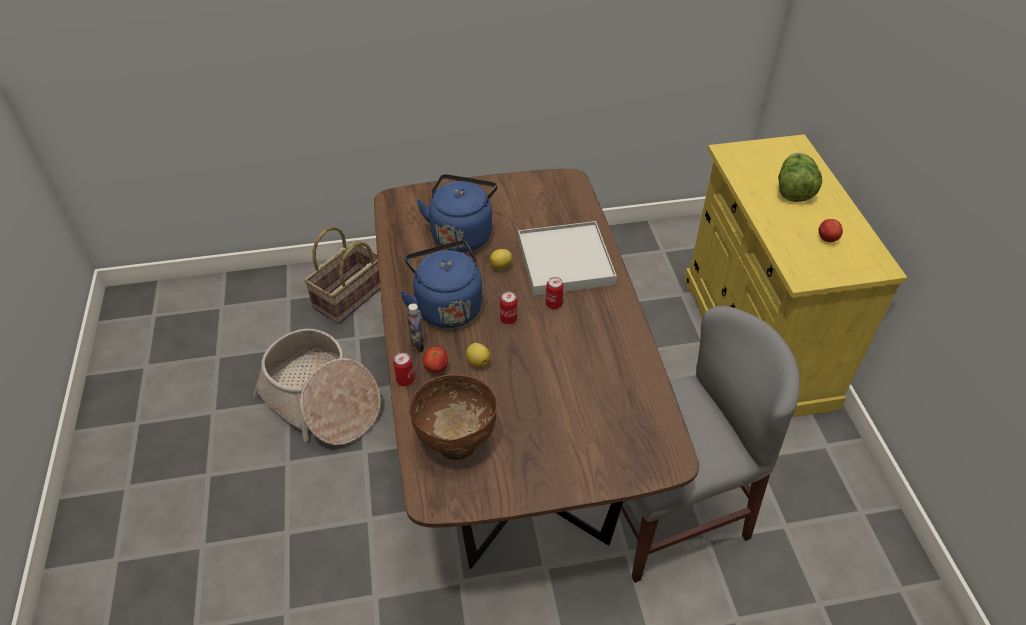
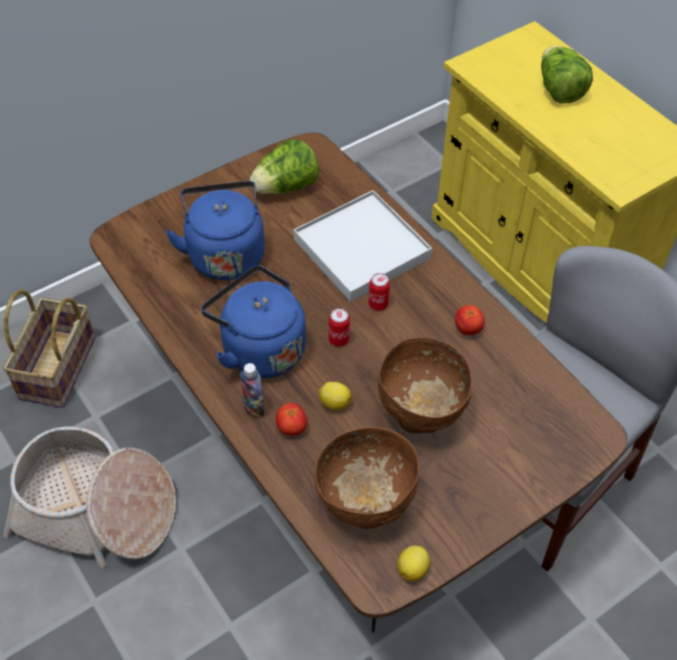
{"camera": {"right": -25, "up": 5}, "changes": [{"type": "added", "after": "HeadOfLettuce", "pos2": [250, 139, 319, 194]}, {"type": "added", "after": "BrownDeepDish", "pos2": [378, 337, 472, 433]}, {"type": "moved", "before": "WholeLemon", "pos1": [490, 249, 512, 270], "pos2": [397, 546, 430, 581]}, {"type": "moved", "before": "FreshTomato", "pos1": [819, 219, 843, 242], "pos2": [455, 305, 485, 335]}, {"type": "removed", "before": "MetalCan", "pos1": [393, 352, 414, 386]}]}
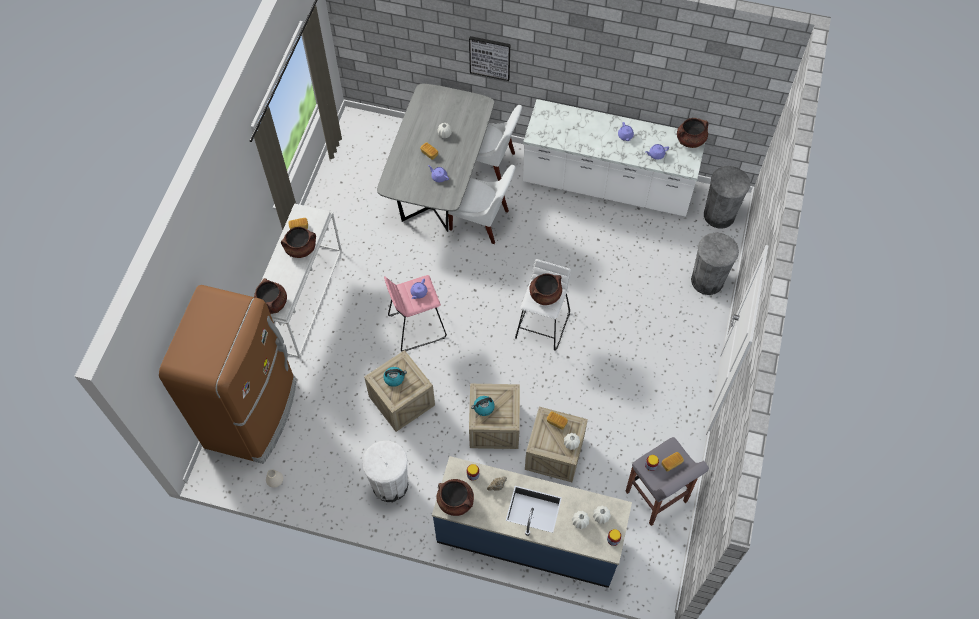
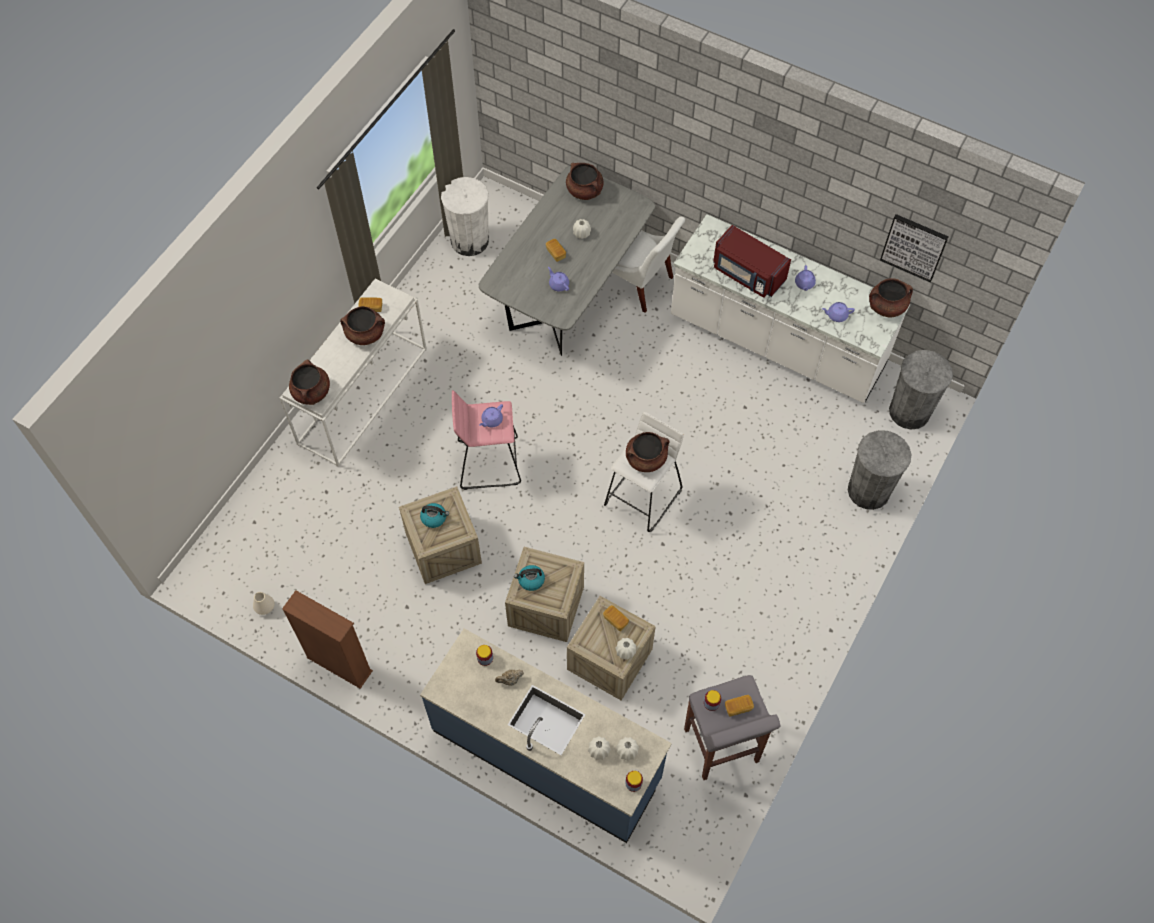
{"camera": {"right": 15, "up": 0}, "changes": [{"type": "added", "after": "BrownBookcase", "pos2": [282, 590, 373, 689]}, {"type": "moved", "before": "WhiteColouredTrashCan", "pos1": [362, 441, 408, 502], "pos2": [441, 177, 489, 256]}, {"type": "moved", "before": "BrownSaucepot", "pos1": [436, 479, 474, 516], "pos2": [566, 163, 604, 200]}, {"type": "added", "after": "RedColouredMicrowave", "pos2": [713, 225, 791, 298]}, {"type": "moved", "before": "WallPicture", "pos1": [469, 36, 510, 81], "pos2": [880, 214, 949, 282]}, {"type": "removed", "before": "BrownFridge", "pos1": [159, 285, 296, 464]}, {"type": "removed", "before": "WhiteColouredChair", "pos1": [448, 165, 516, 244]}]}
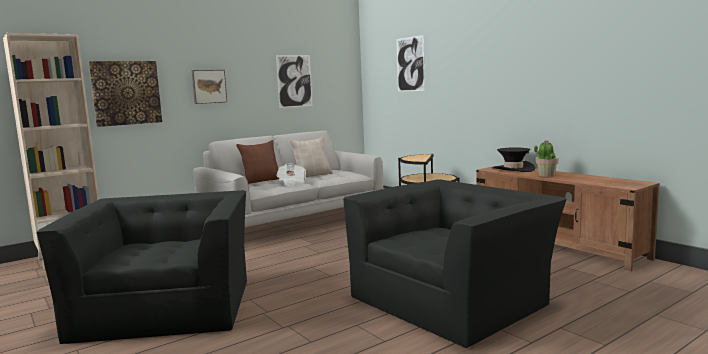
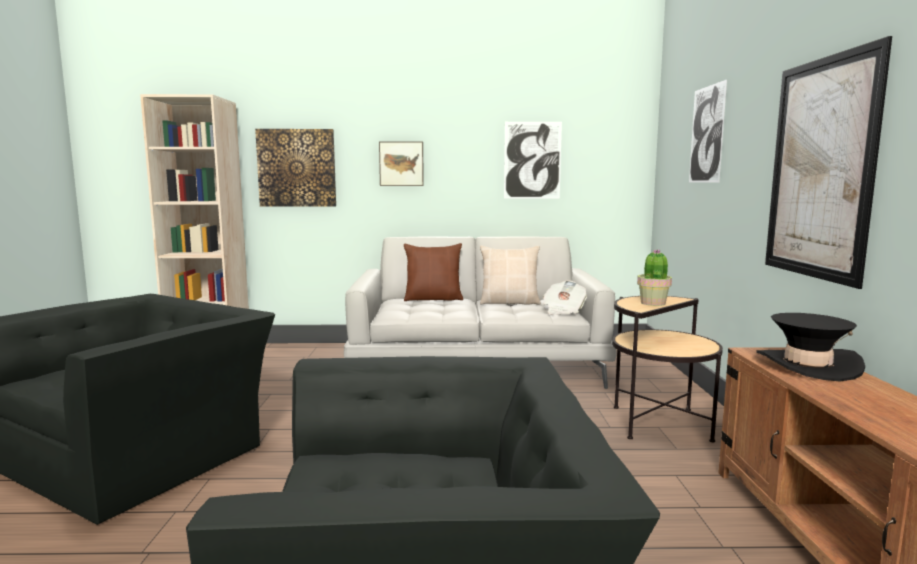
{"camera": {"right": 35, "up": 0}, "changes": [{"type": "moved", "before": "DailyPaper", "pos1": [276, 163, 306, 186], "pos2": [543, 281, 587, 315]}, {"type": "moved", "before": "PlantInAPot", "pos1": [534, 140, 558, 177], "pos2": [637, 249, 672, 306]}, {"type": "added", "after": "WallPicture", "pos2": [765, 36, 892, 289]}]}
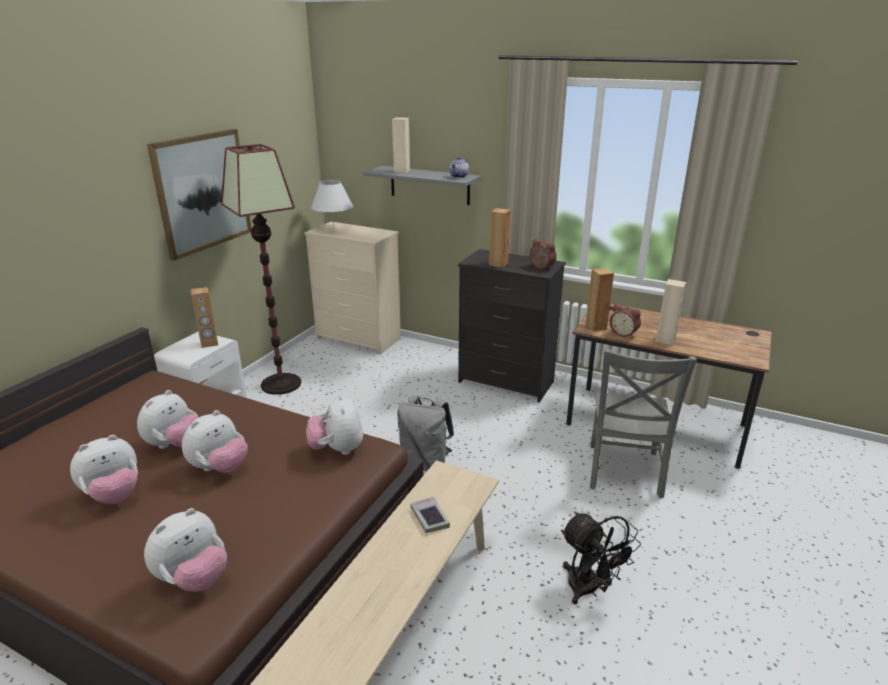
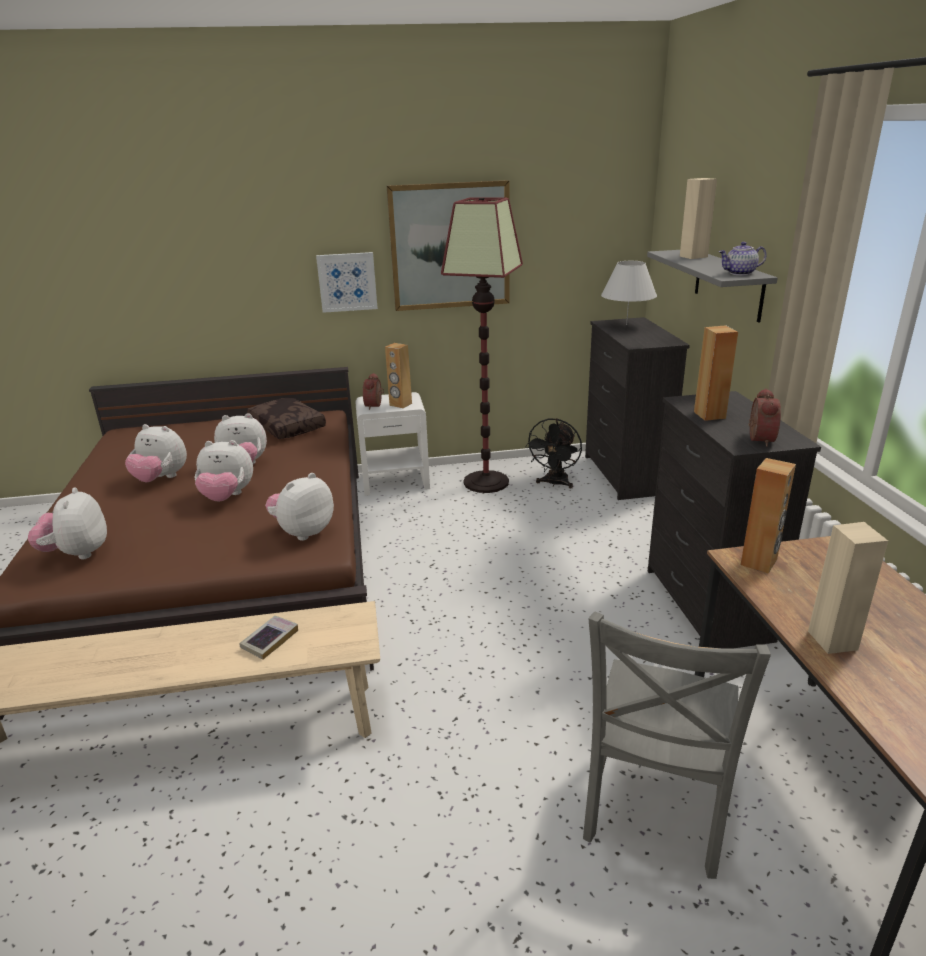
{"camera": {"right": 55, "up": 0}, "changes": [{"type": "turned", "before": "CuddlyToy", "pos1": [144, 508, 227, 592], "pos2": [28, 488, 107, 559], "turn": 75}, {"type": "added", "after": "BrownCushion", "pos2": [247, 397, 326, 439]}, {"type": "added", "after": "WallPicture", "pos2": [316, 252, 378, 313]}, {"type": "moved", "before": "TableClock", "pos1": [610, 304, 641, 338], "pos2": [363, 373, 384, 410]}, {"type": "moved", "before": "BlackishElectricFan", "pos1": [561, 512, 641, 605], "pos2": [525, 418, 582, 488]}, {"type": "turned", "before": "GreyChair", "pos1": [590, 349, 697, 498], "pos2": [583, 612, 771, 879], "turn": -45}, {"type": "recoloured", "before": "BeigeColouredChestOfDrawers", "after": "BlackishChestOfDrawers", "pos1": [304, 222, 401, 355], "pos2": [585, 317, 690, 500]}, {"type": "removed", "before": "GreyBackpack", "pos1": [397, 396, 454, 471]}]}
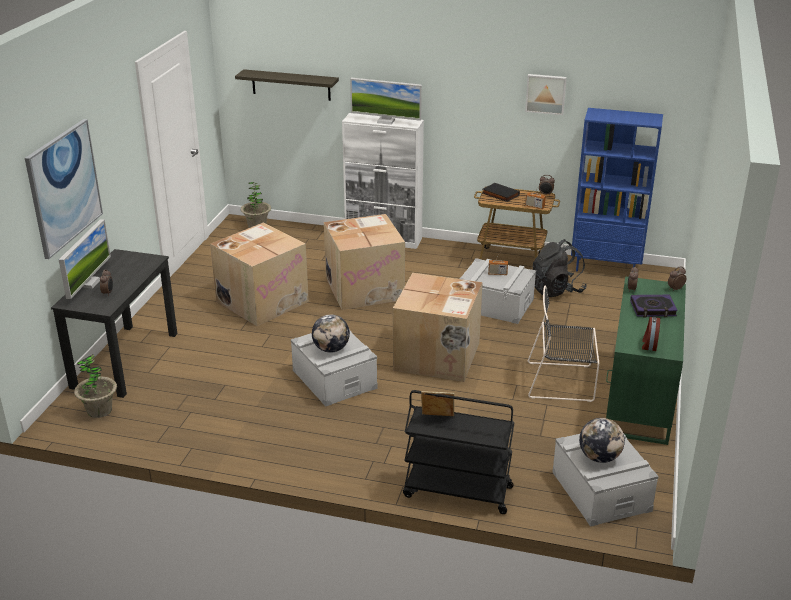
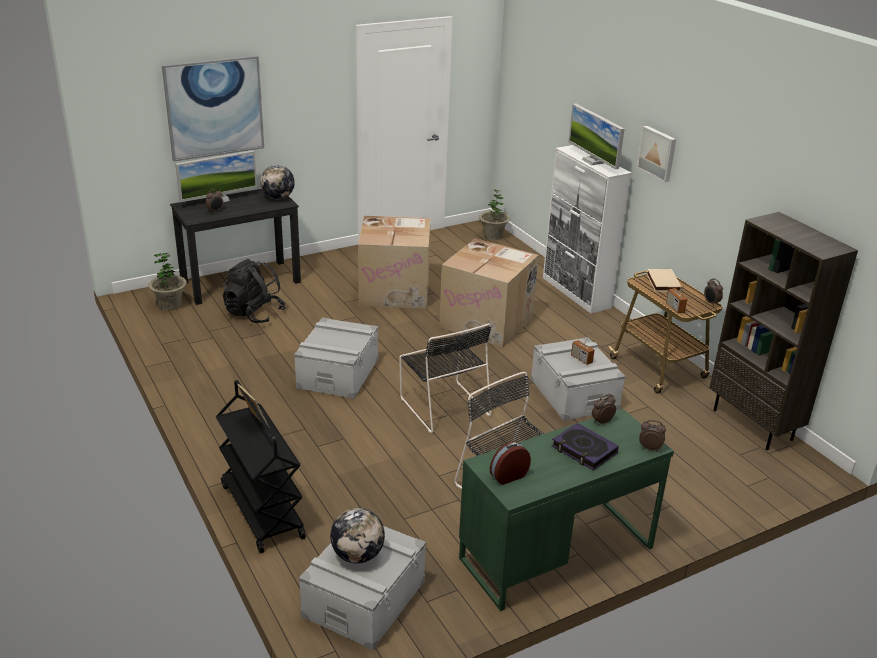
{"camera": {"right": 45, "up": 0}, "changes": [{"type": "moved", "before": "BlackishBackpack", "pos1": [533, 239, 586, 297], "pos2": [223, 259, 286, 323]}, {"type": "moved", "before": "DeskGlobe", "pos1": [312, 314, 350, 353], "pos2": [260, 165, 295, 199]}, {"type": "replaced", "before": "PackingBox", "after": "BlackishChair", "pos1": [393, 273, 483, 382], "pos2": [399, 323, 491, 433]}, {"type": "moved", "before": "WallPicture", "pos1": [525, 74, 567, 115], "pos2": [637, 126, 676, 182]}, {"type": "recoloured", "before": "BlackishVolume", "after": "BeigeColouredVolume", "pos1": [483, 183, 520, 202], "pos2": [647, 269, 681, 292]}, {"type": "recoloured", "before": "BlueBookcase", "after": "BrownBookcase", "pos1": [571, 108, 663, 271], "pos2": [709, 212, 858, 450]}, {"type": "removed", "before": "BracketShelf", "pos1": [235, 69, 339, 101]}]}
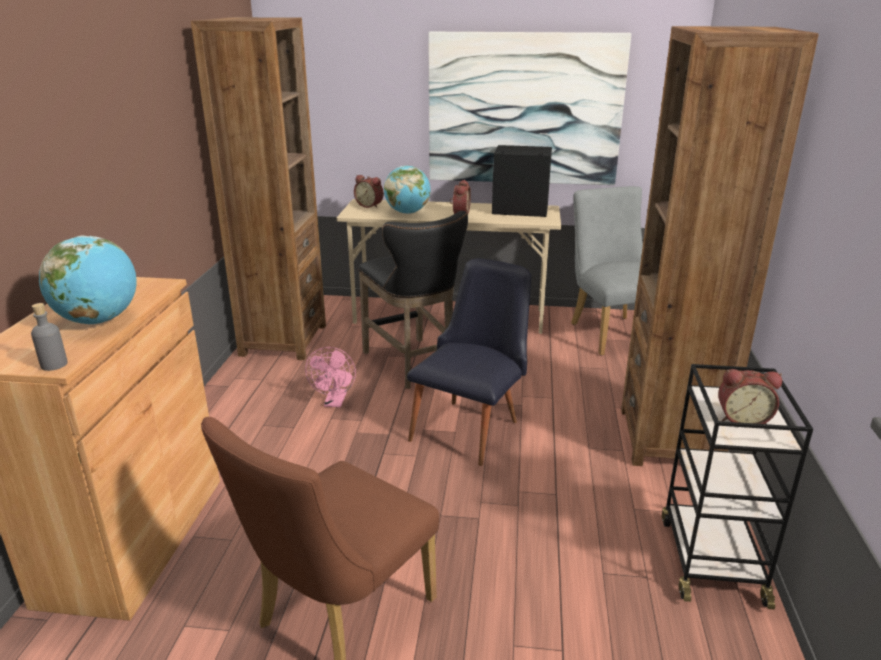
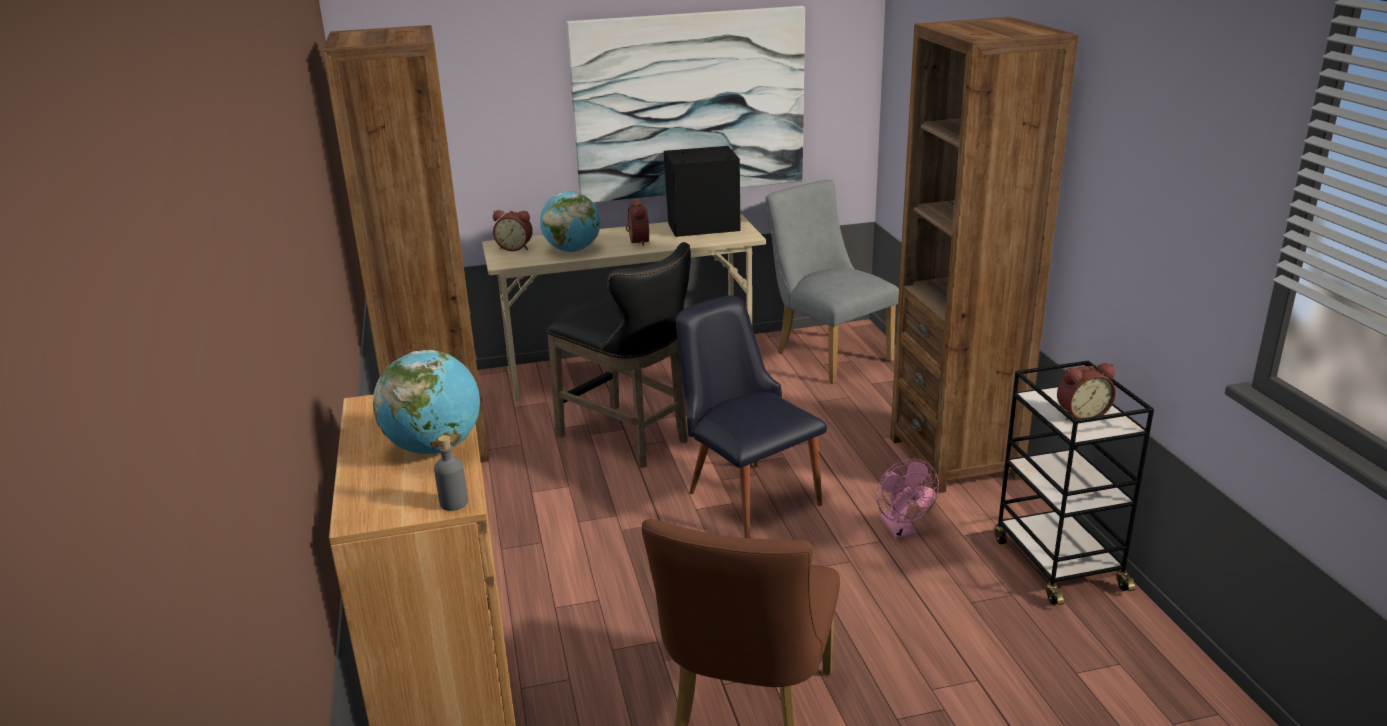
{"camera": {"right": -20, "up": 0}, "changes": [{"type": "turned", "before": "BlackishChair", "pos1": [407, 258, 531, 466], "pos2": [676, 295, 827, 538], "turn": -45}, {"type": "moved", "before": "PinkishElectricFan", "pos1": [305, 347, 356, 407], "pos2": [877, 459, 939, 539]}]}
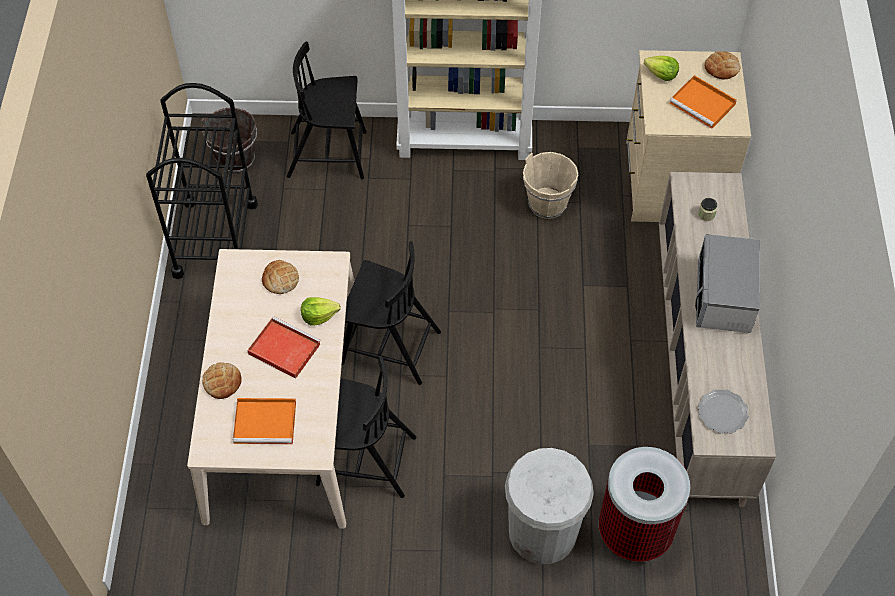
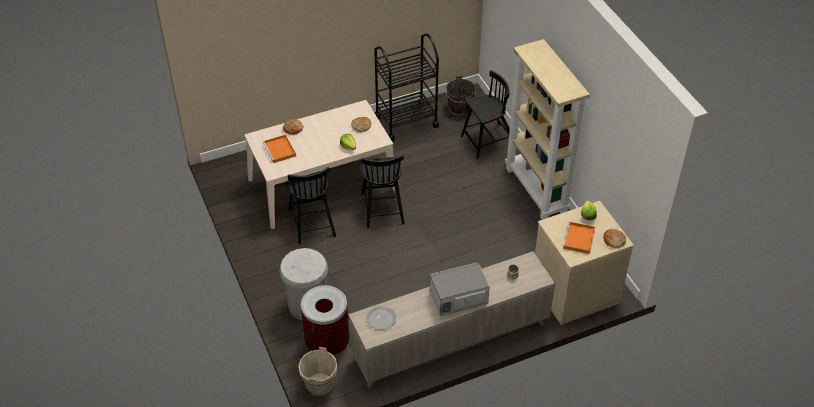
{"camera": {"right": 65, "up": -10}, "changes": [{"type": "moved", "before": "BeigeColouredWaterBucket", "pos1": [523, 152, 578, 219], "pos2": [299, 347, 337, 396]}, {"type": "turned", "before": "BlackishChair", "pos1": [287, 41, 367, 179], "pos2": [461, 70, 510, 159], "turn": 90}, {"type": "removed", "before": "RedColouredServingTray", "pos1": [247, 316, 321, 379]}]}
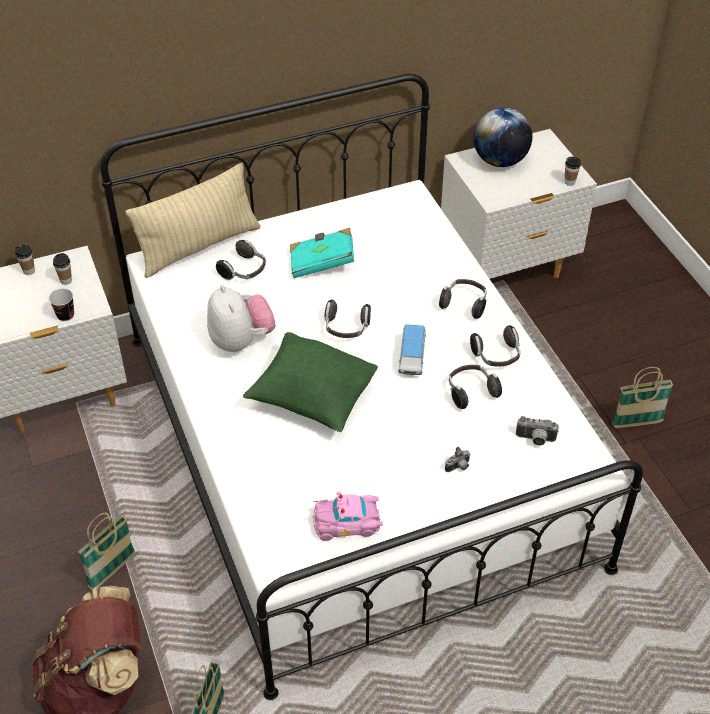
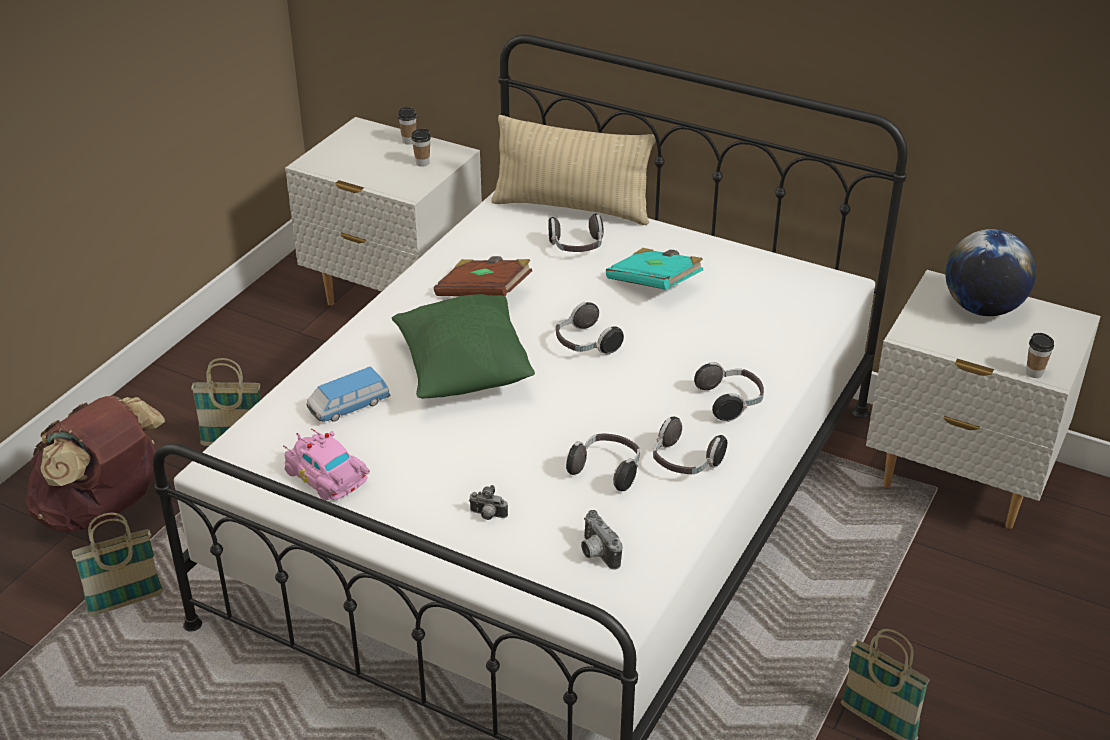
{"camera": {"right": 50, "up": -10}, "changes": [{"type": "moved", "before": "ToyCar", "pos1": [398, 324, 426, 375], "pos2": [306, 367, 390, 422]}, {"type": "replaced", "before": "CuddlyToy", "after": "BrownVolume", "pos1": [207, 285, 276, 352], "pos2": [434, 256, 532, 296]}, {"type": "removed", "before": "DrinkingCup", "pos1": [49, 289, 74, 321]}]}
